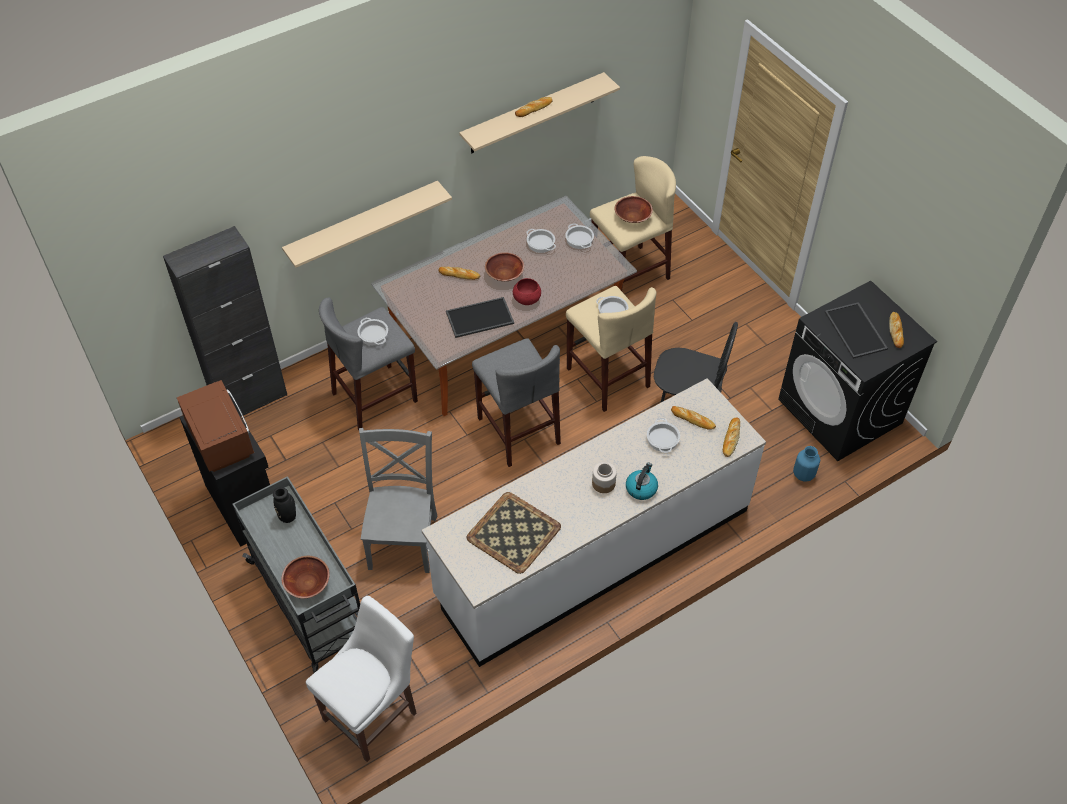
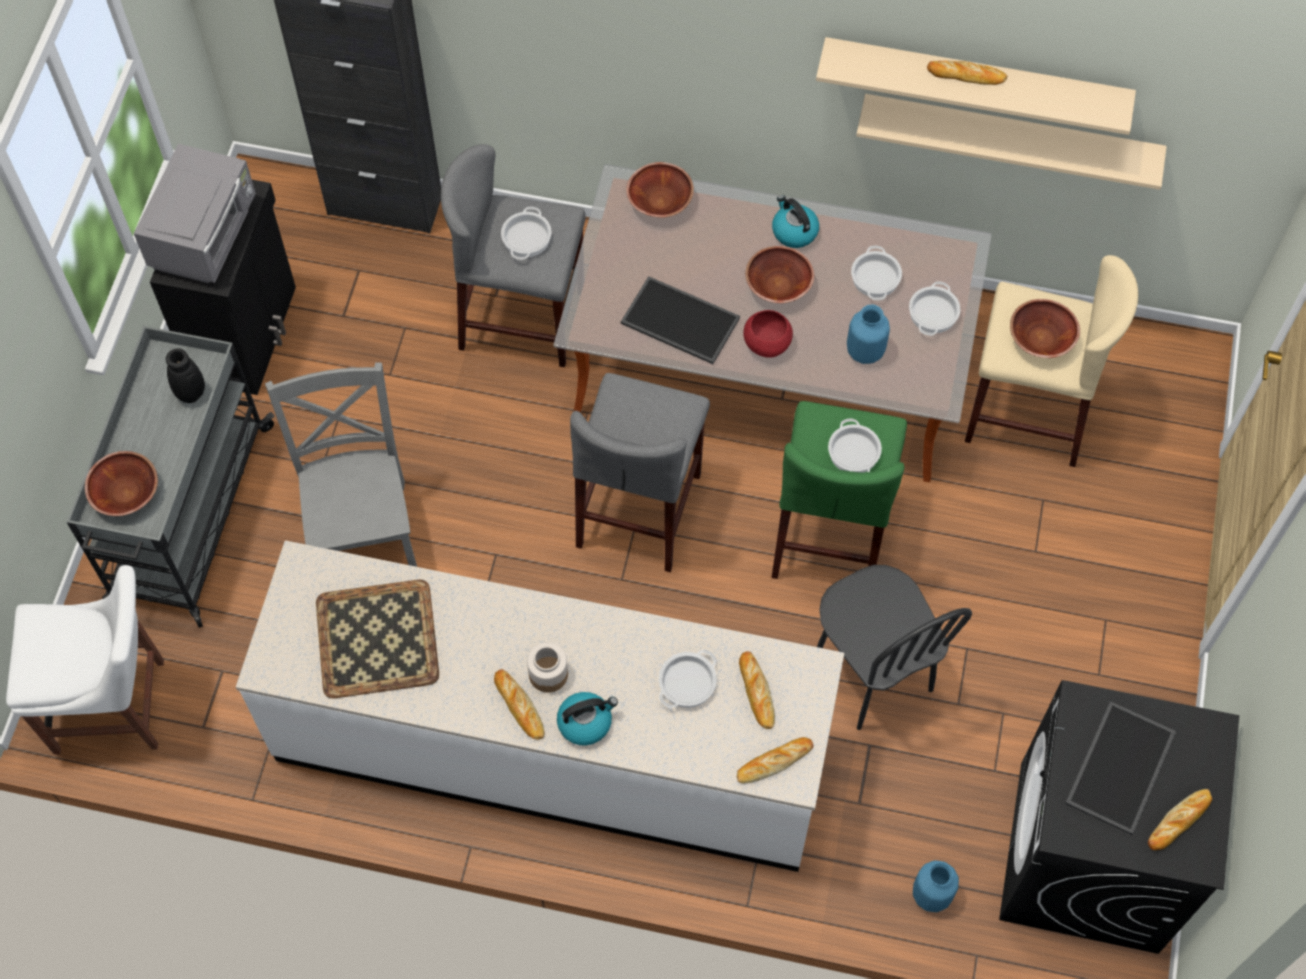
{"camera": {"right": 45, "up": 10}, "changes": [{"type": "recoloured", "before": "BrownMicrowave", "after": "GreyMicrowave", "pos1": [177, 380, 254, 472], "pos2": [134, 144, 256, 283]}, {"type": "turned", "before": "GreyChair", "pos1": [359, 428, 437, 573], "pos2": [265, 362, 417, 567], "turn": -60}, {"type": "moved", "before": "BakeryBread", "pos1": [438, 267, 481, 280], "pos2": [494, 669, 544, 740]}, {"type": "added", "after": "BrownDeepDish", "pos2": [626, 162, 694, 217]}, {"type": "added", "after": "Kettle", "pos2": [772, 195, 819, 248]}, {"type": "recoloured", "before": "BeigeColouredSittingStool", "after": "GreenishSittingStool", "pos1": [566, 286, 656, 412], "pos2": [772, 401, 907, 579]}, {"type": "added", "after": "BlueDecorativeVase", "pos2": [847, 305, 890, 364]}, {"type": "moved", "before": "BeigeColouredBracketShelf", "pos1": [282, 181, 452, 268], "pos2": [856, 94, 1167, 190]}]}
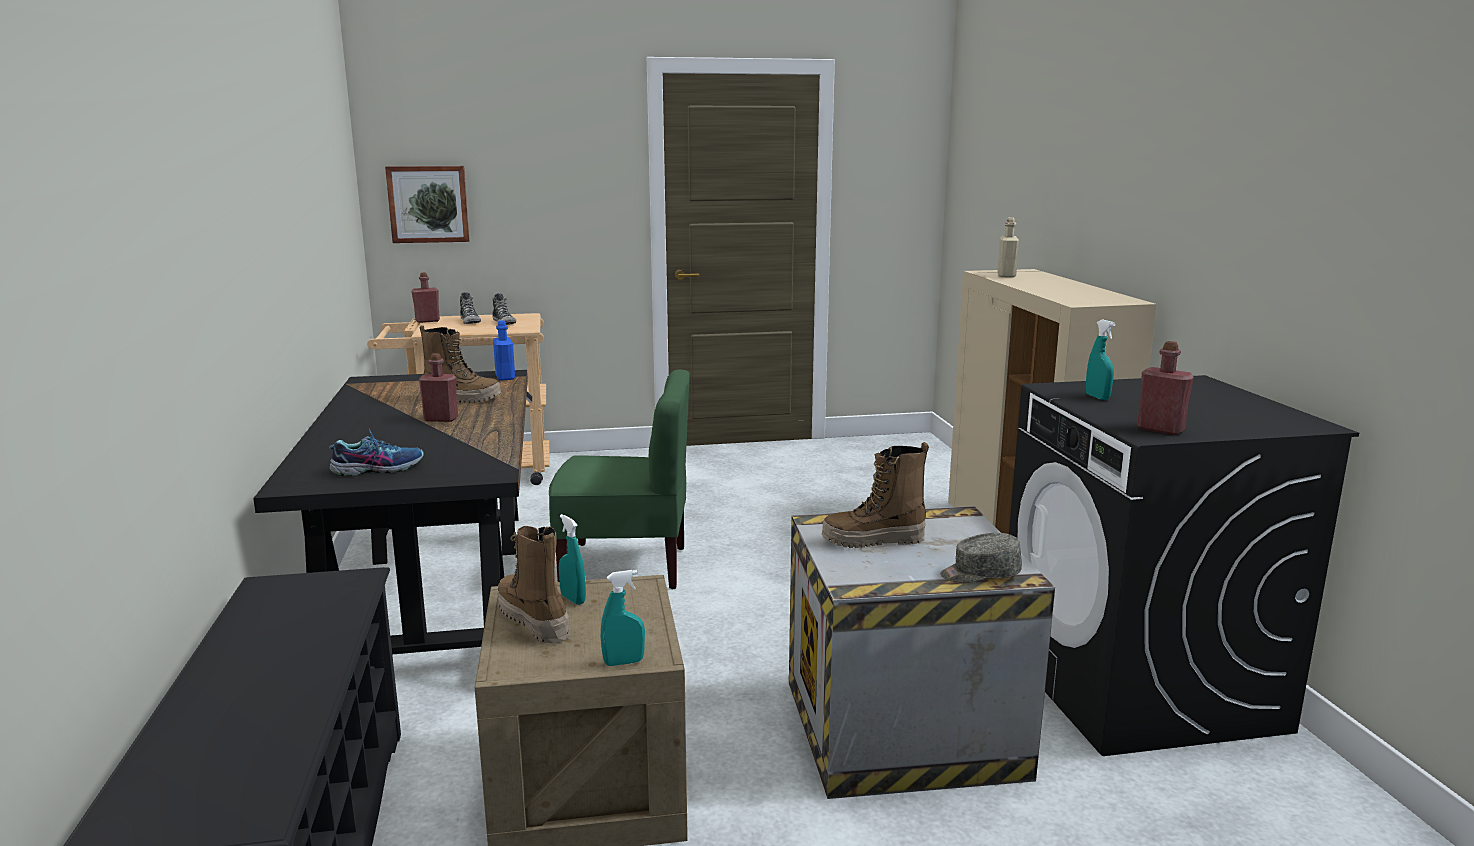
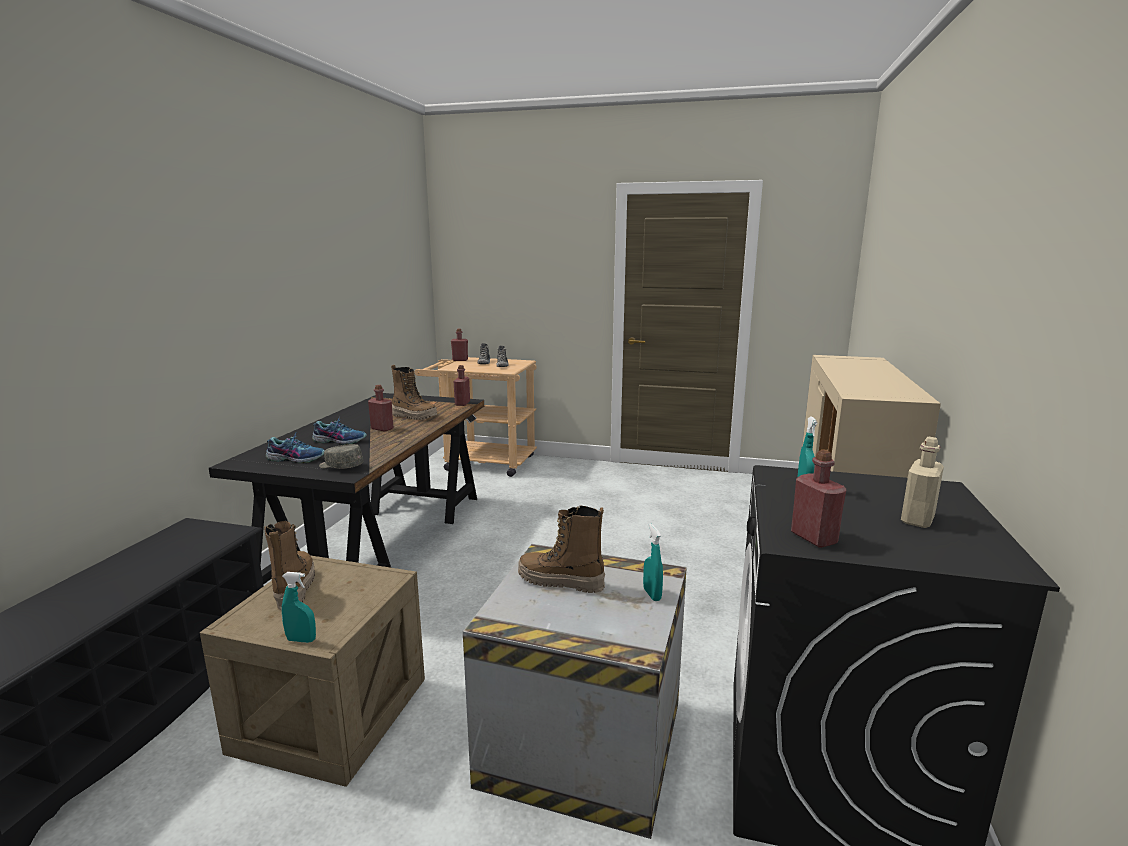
{"camera": {"right": 25, "up": 0}, "changes": [{"type": "added", "after": "Shoe", "pos2": [312, 416, 367, 445]}, {"type": "moved", "before": "GreyBaseballCap", "pos1": [940, 533, 1022, 583], "pos2": [319, 444, 363, 469]}, {"type": "recoloured", "before": "BlueDrinkBottle", "after": "RedColouredDrinkBottle", "pos1": [493, 320, 515, 381], "pos2": [454, 365, 470, 406]}, {"type": "moved", "before": "BlueGreenHandSprayer", "pos1": [559, 514, 586, 605], "pos2": [643, 523, 663, 601]}, {"type": "moved", "before": "BeigeColouredDrinkBottle", "pos1": [997, 217, 1019, 278], "pos2": [901, 437, 944, 528]}, {"type": "removed", "before": "WallPicture", "pos1": [385, 166, 470, 243]}, {"type": "removed", "before": "GreenishChair", "pos1": [549, 369, 690, 589]}]}
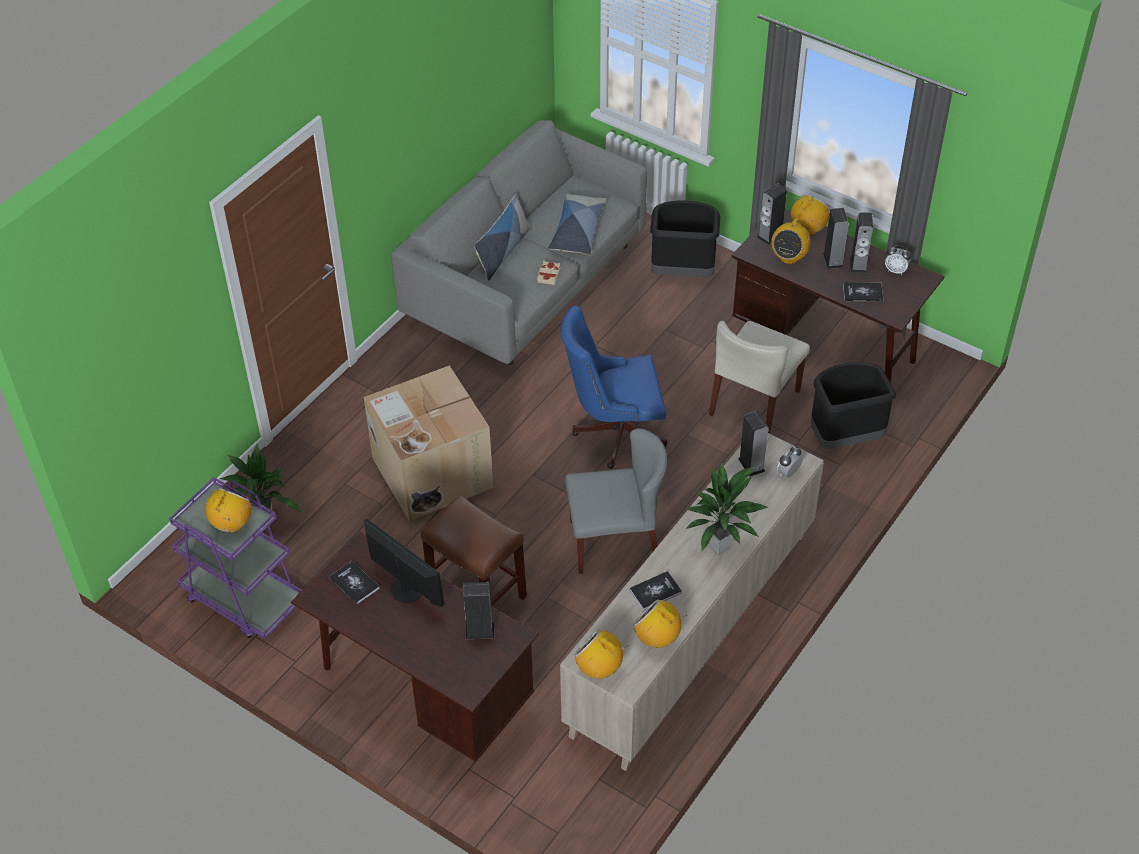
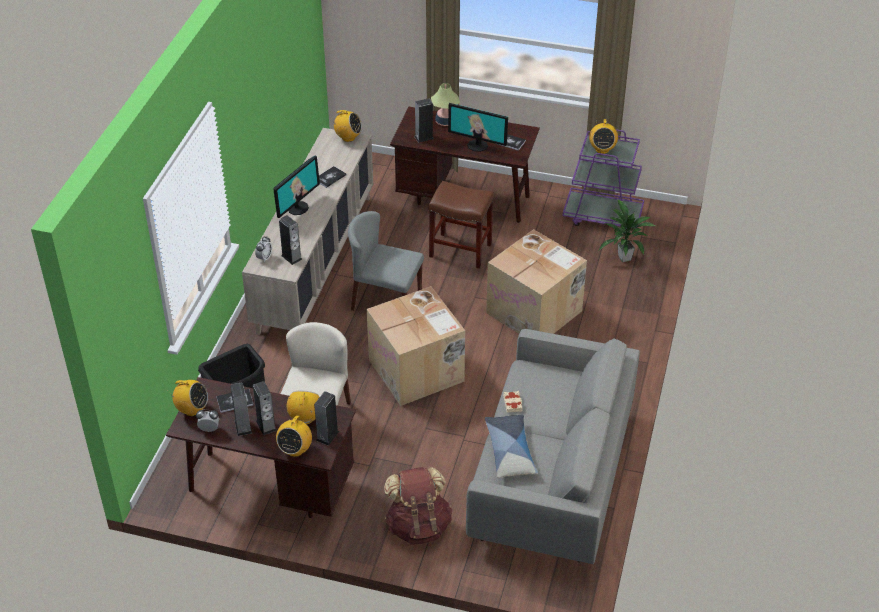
{"camera": {"right": 160, "up": -5}, "changes": [{"type": "moved", "before": "RadioSet", "pos1": [633, 599, 687, 648], "pos2": [168, 380, 208, 416]}, {"type": "replaced", "before": "PlantInAPot", "after": "ComputerScreen", "pos1": [685, 462, 768, 555], "pos2": [273, 156, 320, 218]}, {"type": "turned", "before": "GreyChair", "pos1": [565, 428, 667, 574], "pos2": [348, 211, 424, 311], "turn": 45}, {"type": "replaced", "before": "BlueDeskChair", "after": "PackingBox", "pos1": [560, 306, 667, 469], "pos2": [367, 286, 465, 406]}, {"type": "replaced", "before": "BlackishTrashCan", "after": "BrownBackpack", "pos1": [650, 200, 720, 277], "pos2": [384, 467, 452, 545]}, {"type": "added", "after": "TabletopLamp", "pos2": [431, 83, 460, 126]}, {"type": "removed", "before": "Cushion", "pos1": [474, 194, 530, 280]}]}
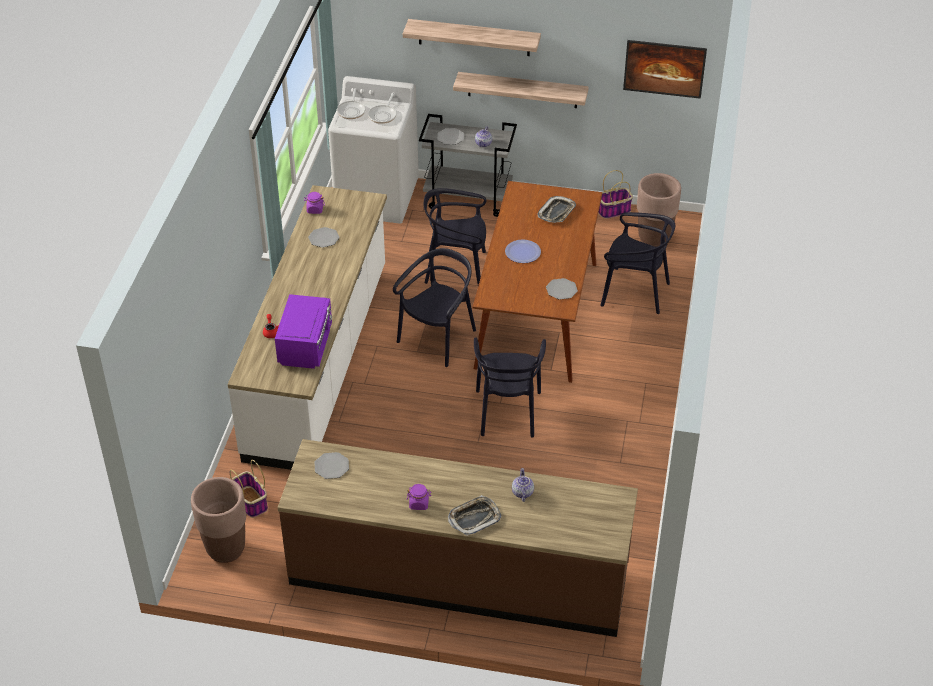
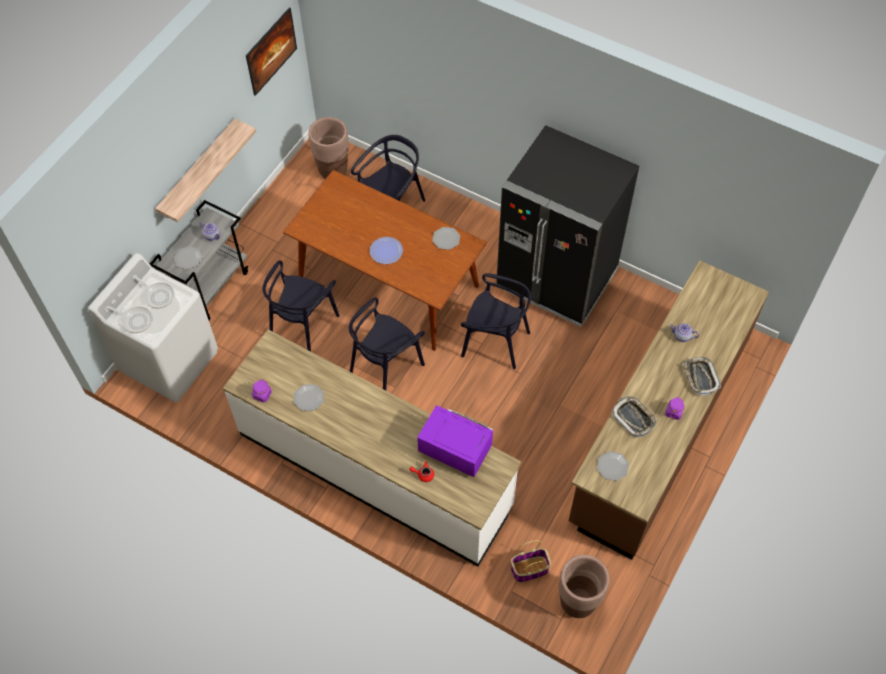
{"camera": {"right": -70, "up": 15}, "changes": [{"type": "turned", "before": "BlackishChair", "pos1": [393, 248, 476, 367], "pos2": [349, 298, 425, 390], "turn": -105}, {"type": "added", "after": "BlackishFridge", "pos2": [496, 125, 639, 327]}, {"type": "moved", "before": "ServingTray", "pos1": [538, 196, 576, 223], "pos2": [612, 396, 657, 438]}, {"type": "removed", "before": "BracketShelf", "pos1": [403, 19, 541, 56]}, {"type": "removed", "before": "StorageBasket", "pos1": [598, 170, 633, 219]}]}
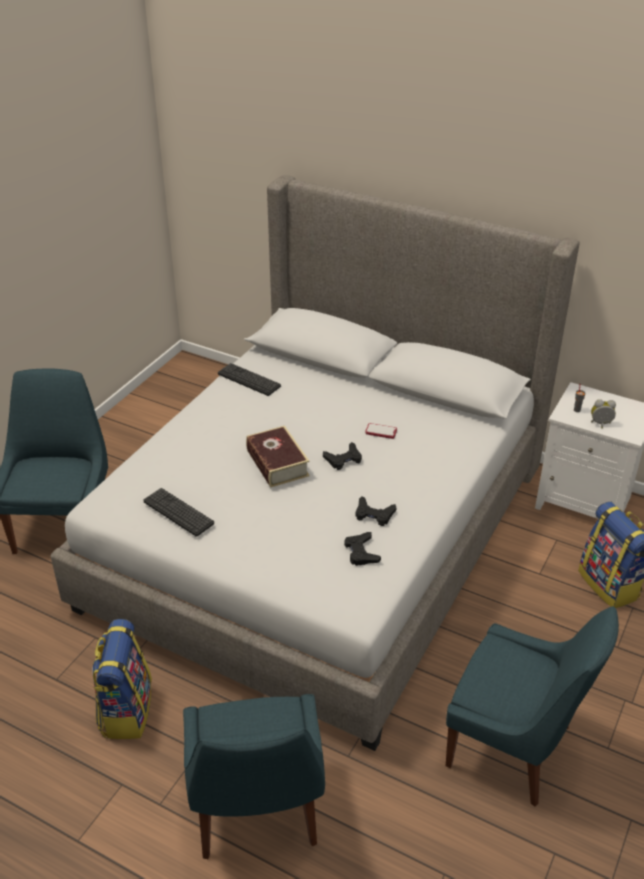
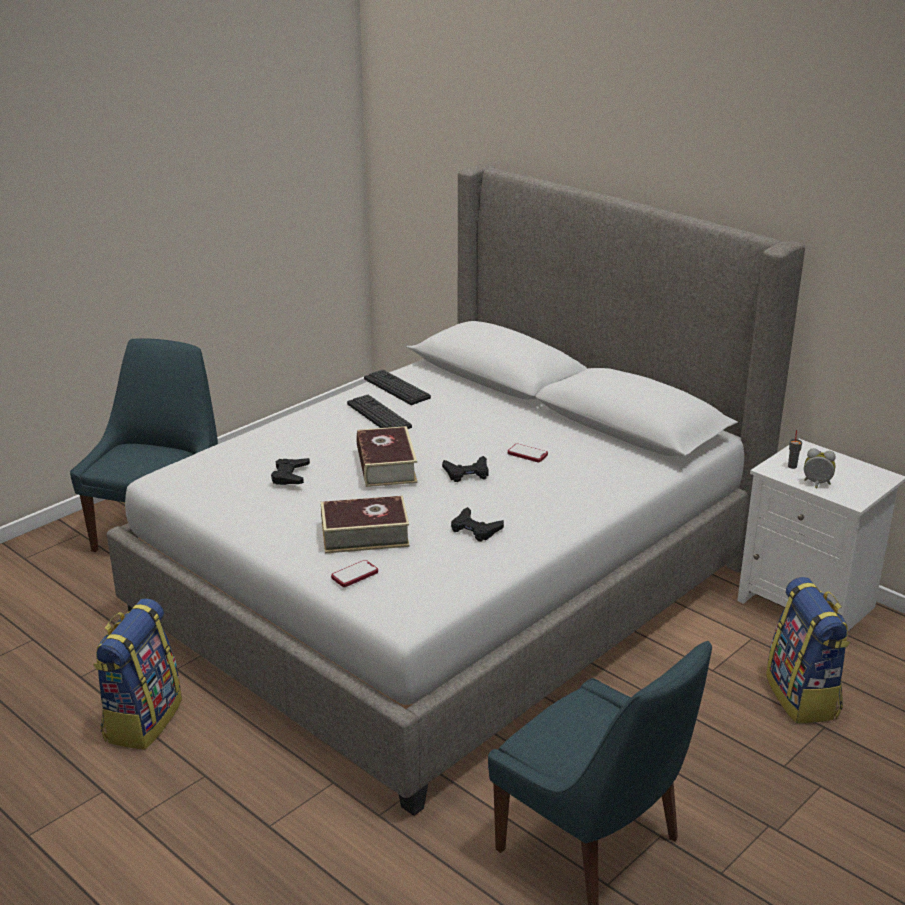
{"camera": {"right": 15, "up": -10}, "changes": [{"type": "moved", "before": "BlackishGameController", "pos1": [344, 532, 381, 566], "pos2": [271, 458, 310, 485]}, {"type": "added", "after": "Volume", "pos2": [321, 496, 410, 553]}, {"type": "added", "after": "Telephone", "pos2": [331, 560, 378, 587]}, {"type": "moved", "before": "ComputerKeyboard", "pos1": [143, 488, 214, 537], "pos2": [347, 395, 412, 429]}, {"type": "removed", "before": "BlueChair", "pos1": [183, 694, 325, 859]}]}
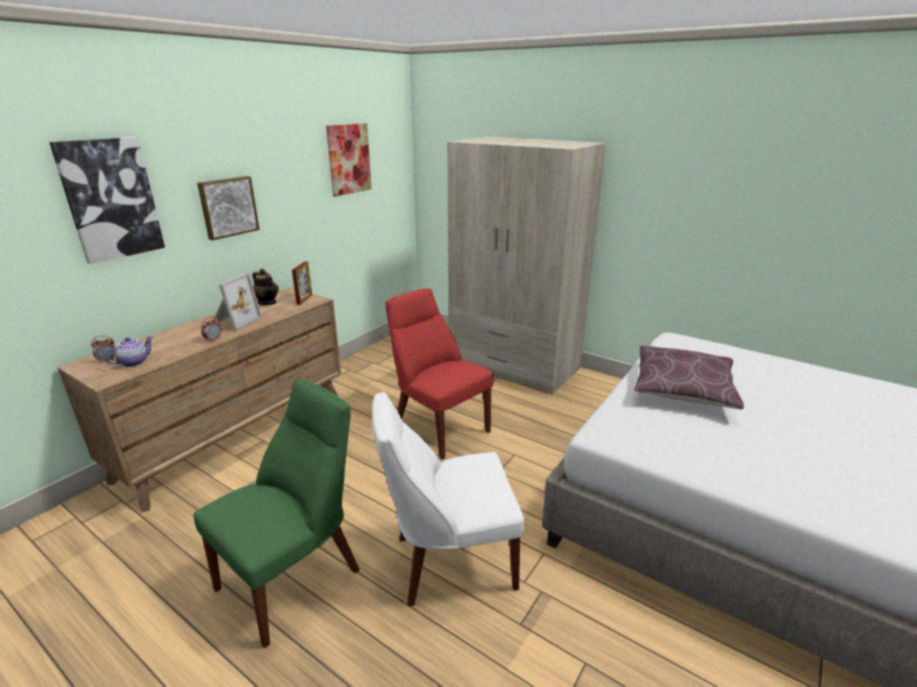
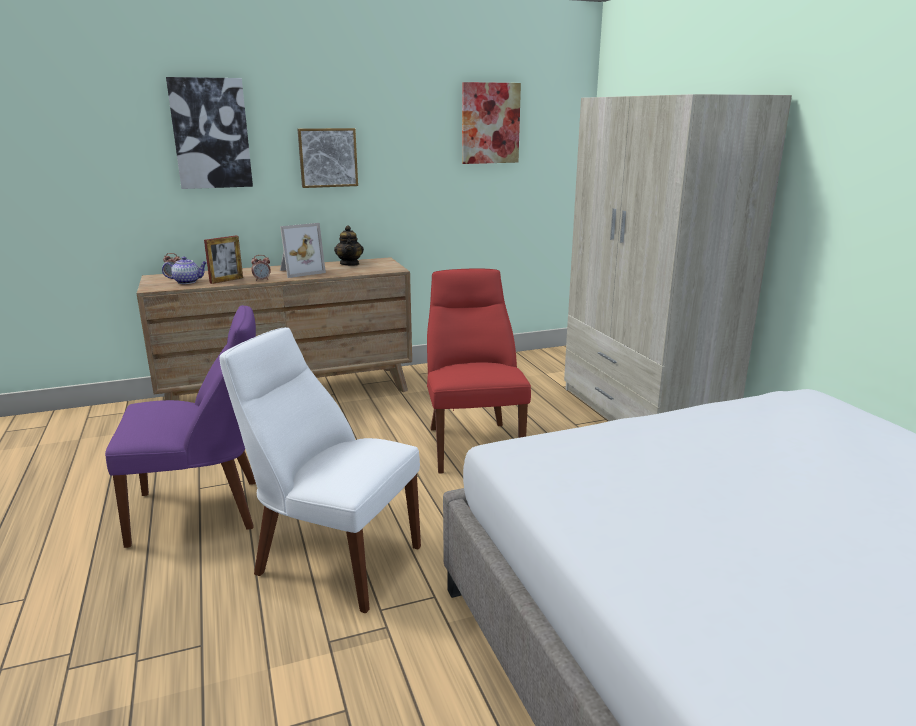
{"camera": {"right": 35, "up": -5}, "changes": [{"type": "recoloured", "before": "GreenishChair", "after": "PurplishChair", "pos1": [193, 379, 360, 648], "pos2": [105, 305, 256, 548]}, {"type": "moved", "before": "PictureFrame", "pos1": [292, 261, 312, 305], "pos2": [204, 236, 243, 284]}, {"type": "removed", "before": "BrownCushion", "pos1": [634, 346, 744, 410]}]}
